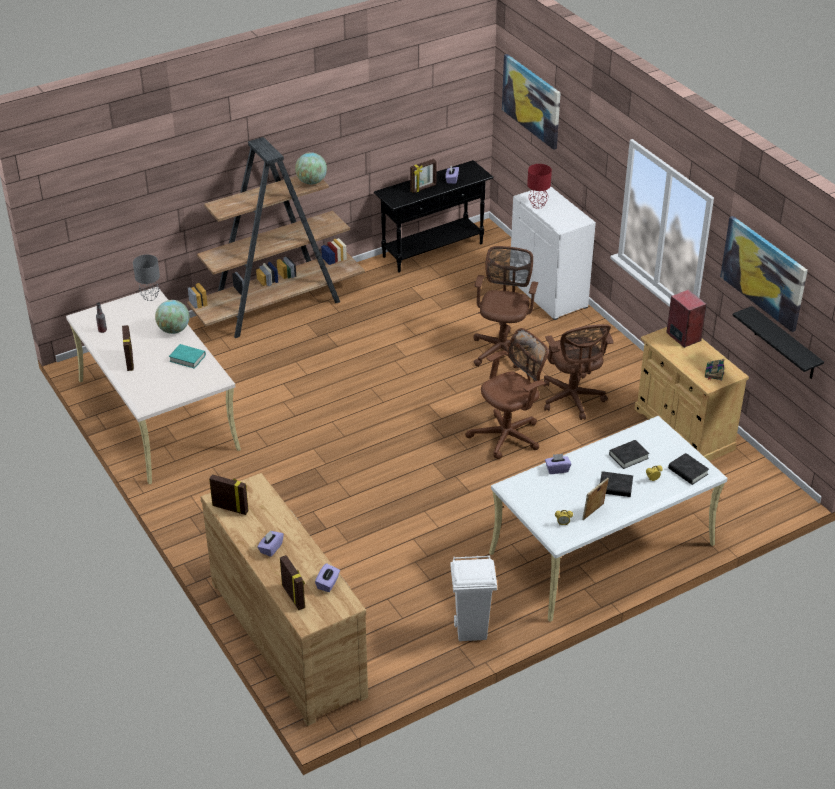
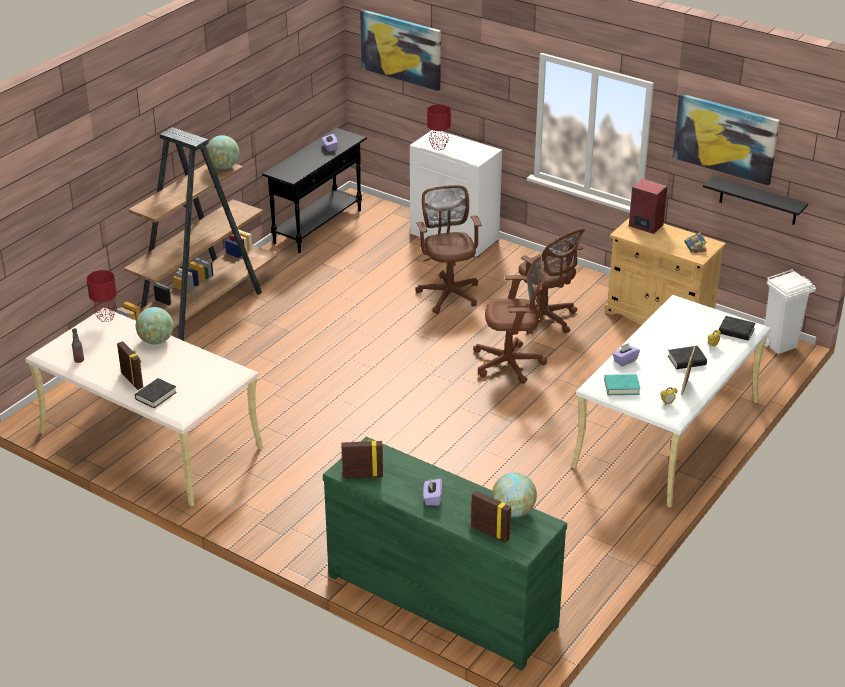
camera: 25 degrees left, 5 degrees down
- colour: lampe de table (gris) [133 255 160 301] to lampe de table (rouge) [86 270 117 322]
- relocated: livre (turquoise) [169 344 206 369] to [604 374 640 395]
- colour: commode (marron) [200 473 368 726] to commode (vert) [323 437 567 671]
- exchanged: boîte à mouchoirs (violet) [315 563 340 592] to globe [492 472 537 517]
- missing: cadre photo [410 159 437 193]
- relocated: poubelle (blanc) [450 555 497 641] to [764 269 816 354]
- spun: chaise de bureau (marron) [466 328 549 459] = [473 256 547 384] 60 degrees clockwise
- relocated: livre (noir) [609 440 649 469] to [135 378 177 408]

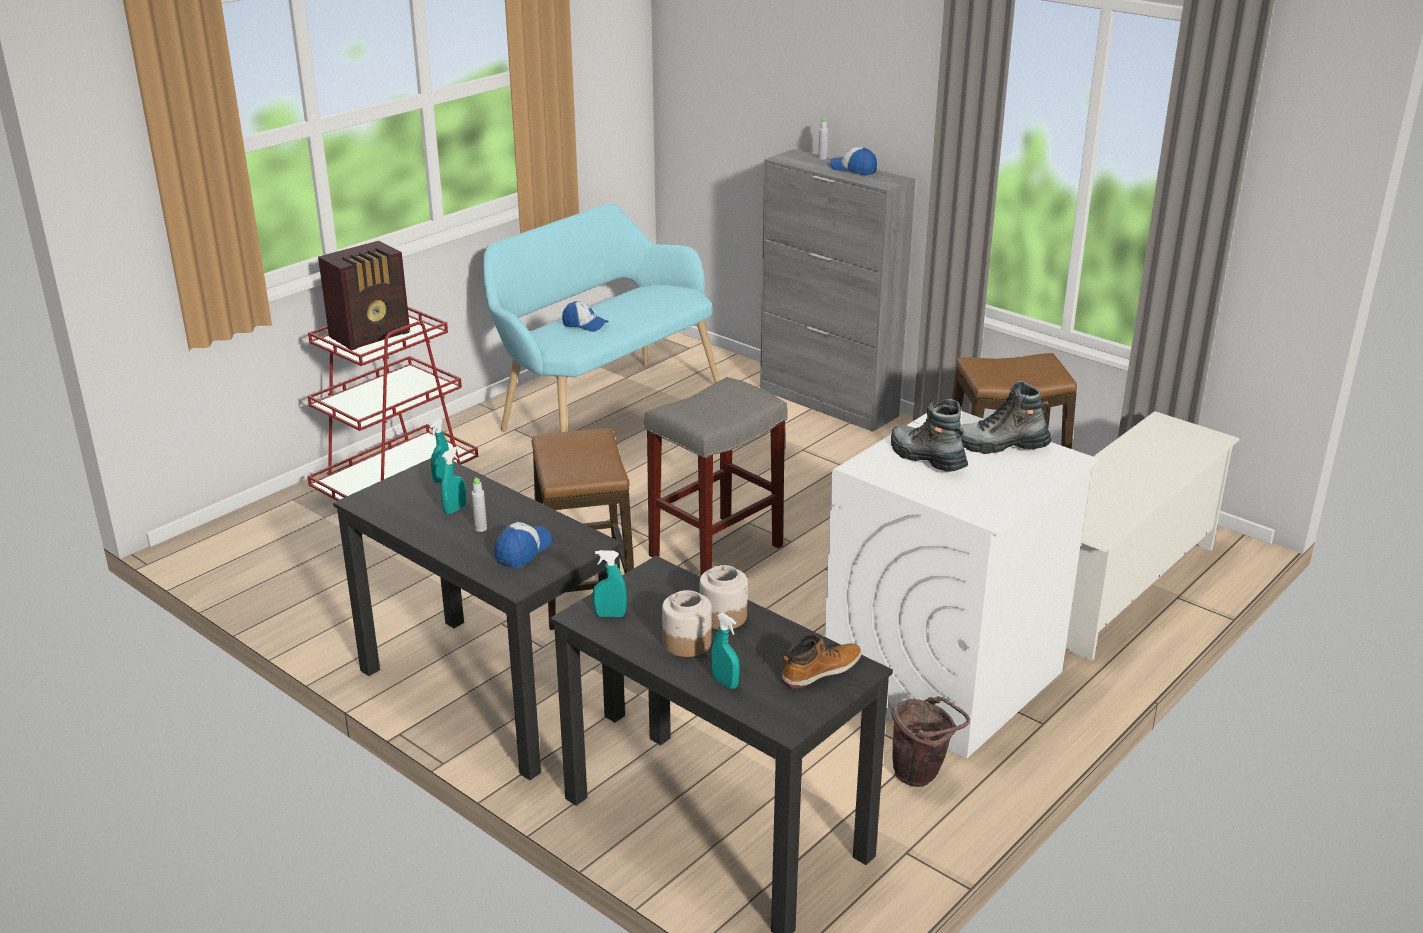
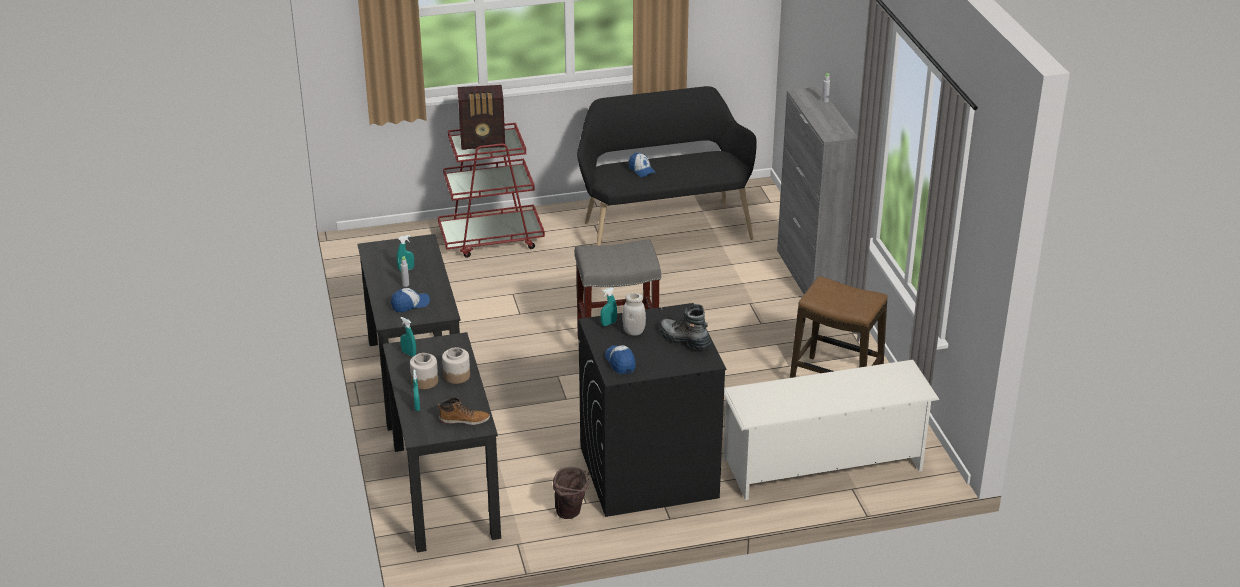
camera: 35 degrees right, 5 degrees up
- relocated: vaporisateur (turquoise) [430 419 449 483] to [600 287 617 326]
- colour: banc (turquoise) [483 204 719 432] to banc (noir) [577 86 757 246]
- missing: tabouret [532 428 634 630]
- colour: lave-linge (blanc) [825 411 1099 759] to lave-linge (noir) [578 303 726 517]
- relocated: casquette [830 147 877 175] to [605 345 636 374]
- exchanged: botte [891 399 968 472] to bocal (blanc) [622 293 646 336]

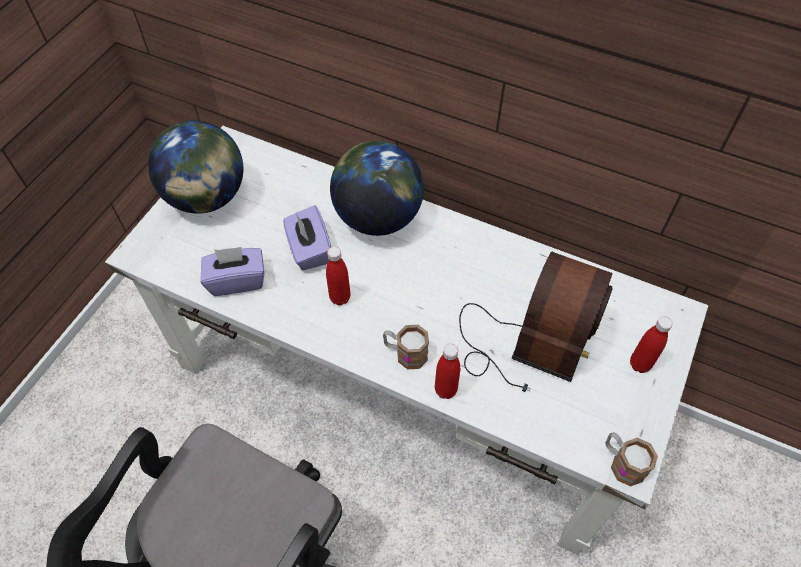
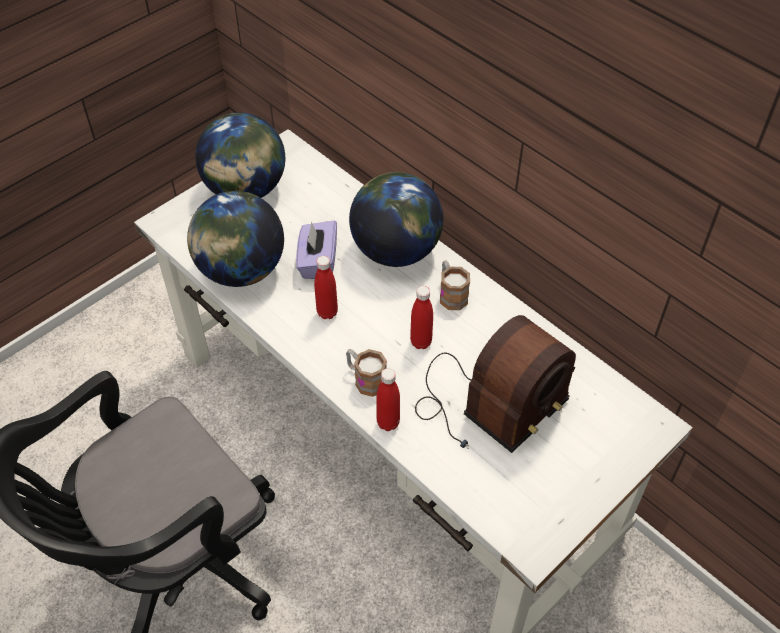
camera: 20 degrees right, 5 degrees down
- exchanged: boîte à mouchoirs (violet) [201 247 264 296] to globe [187 191 284 287]
- relocated: mug [605 432 658 486] to [440 261 470 310]
- relocated: bouteille (rouge) [630 316 673 373] to [410 286 433 349]

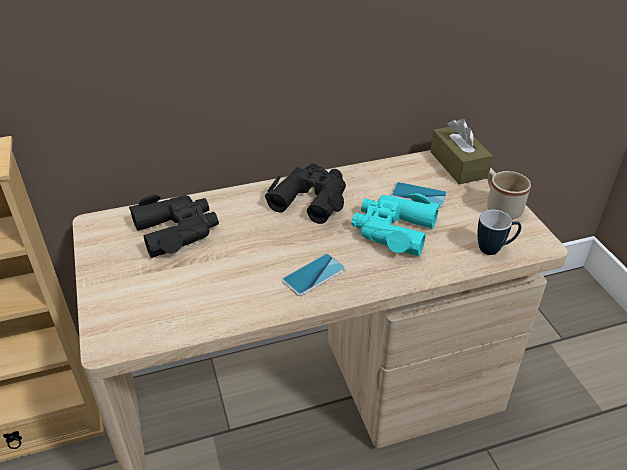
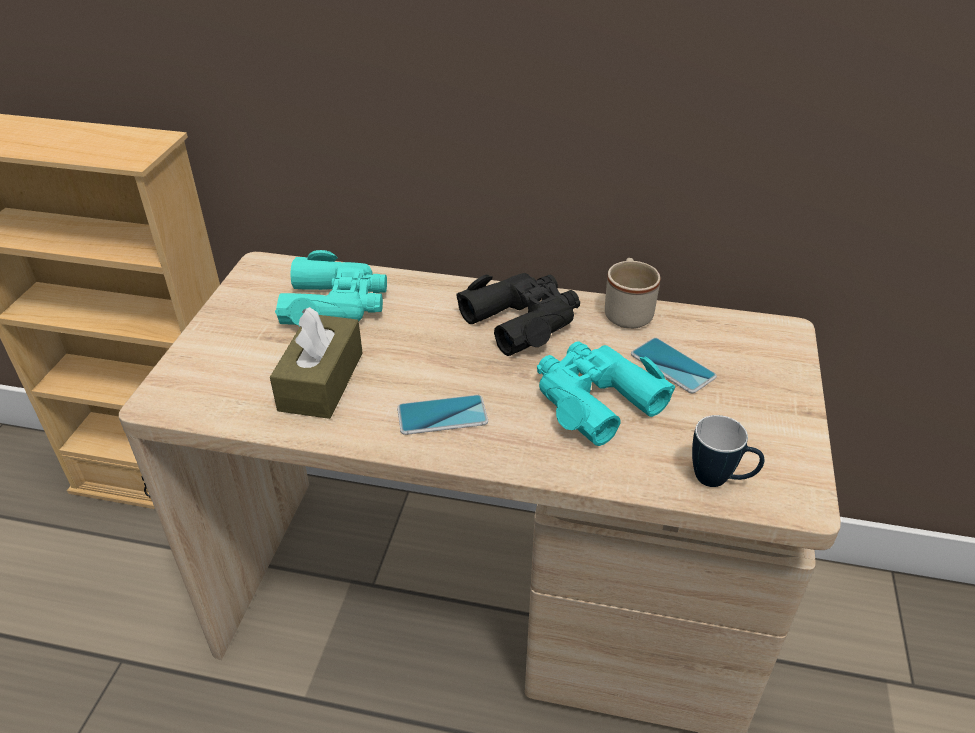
camera: 30 degrees right, 0 degrees up
- colour: jumelles (noir) [129 195 219 258] to jumelles (turquoise) [275 250 387 326]
- relocated: boîte à mouchoirs (marron) [430 118 493 184] to [270 307 363 419]
- relocated: mug (beige) [487 170 531 220] to [605 258 660 329]

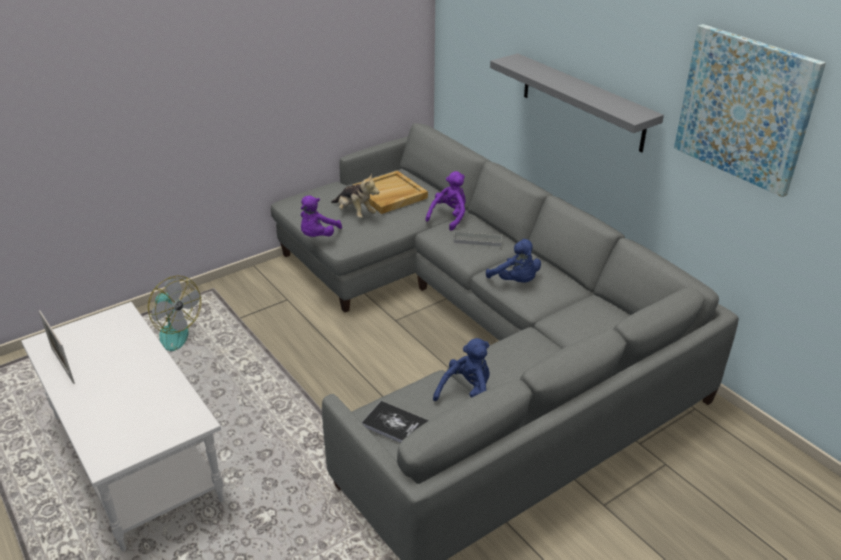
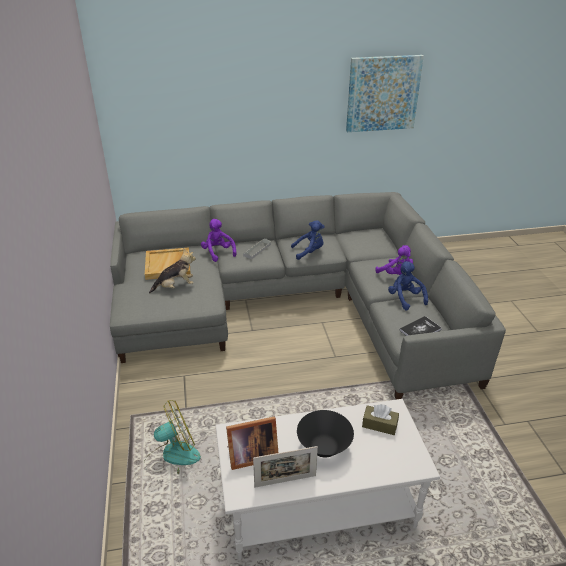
camera: 65 degrees left, 0 degrees up
- relocated: peluche (violet) [301 195 342 237] to [375 245 413 275]
- missing: étagère (gris) [490 53 664 152]
- appeared: cadre photo [226 416 278 470]
- appeared: bol (noir) [297 410 354 457]
- appeared: boîte à mouchoirs (marron) [362 404 399 435]

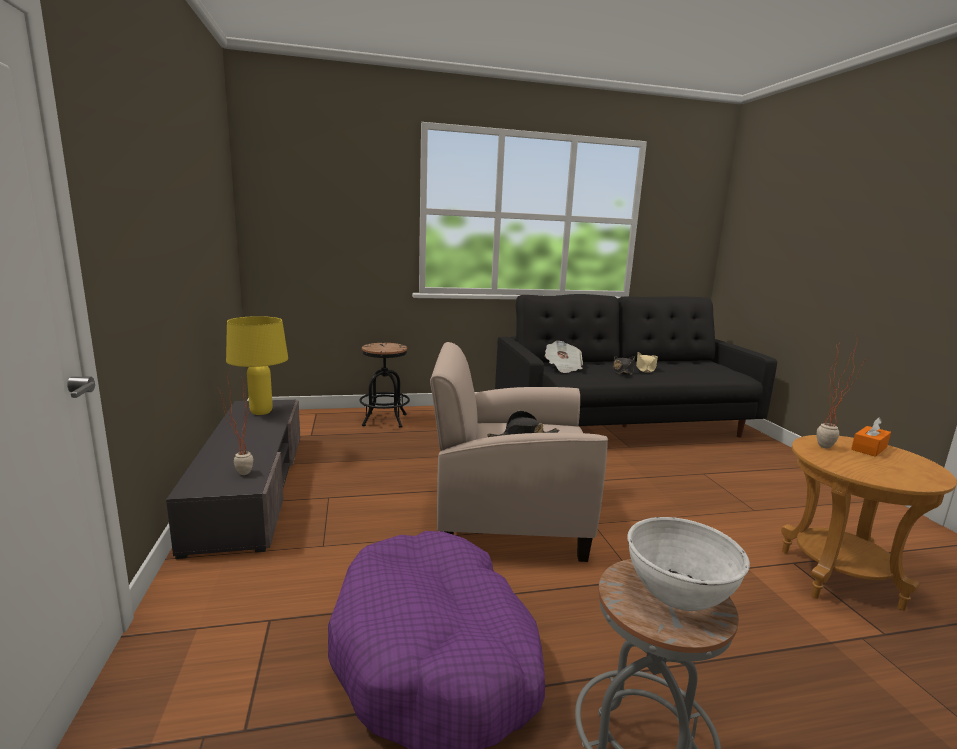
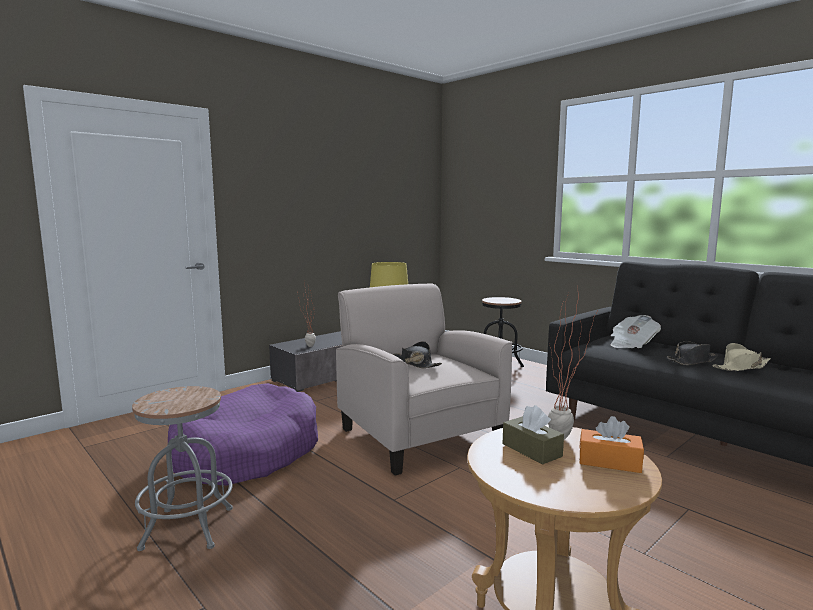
camera: 60 degrees right, 5 degrees down
- missing: bol (blanc) [627 517 750 611]
- appeared: boîte à mouchoirs (marron) [503 405 564 464]

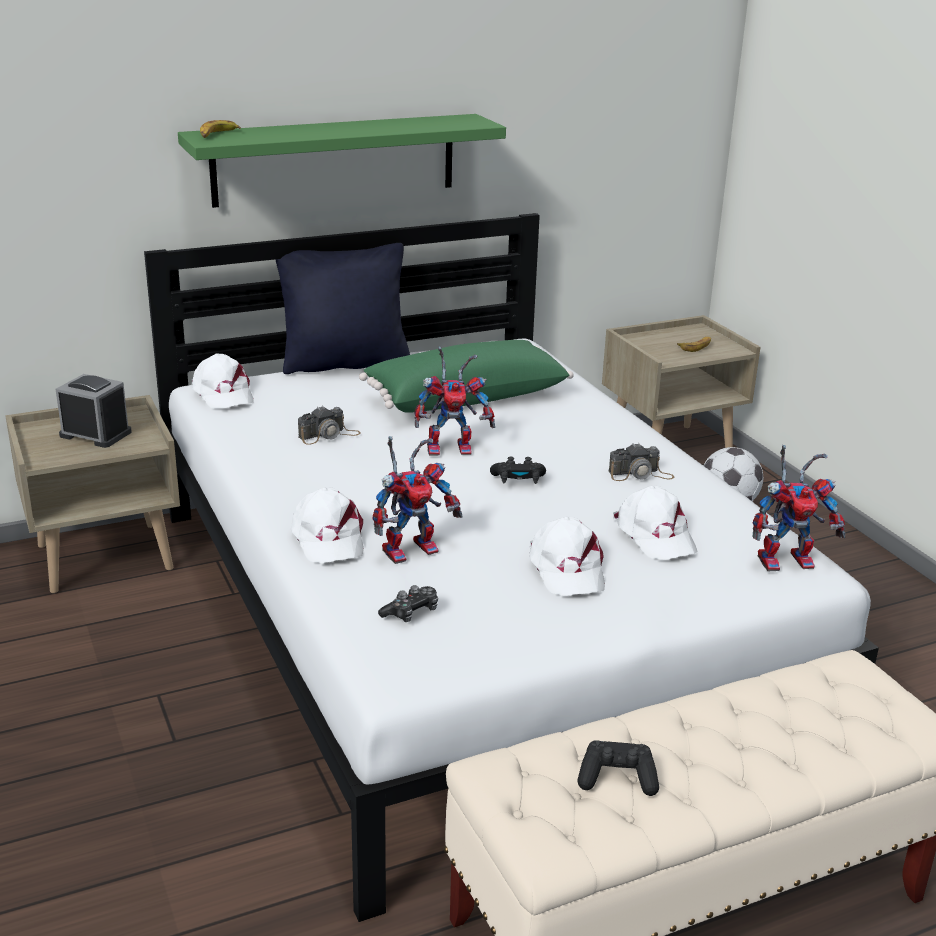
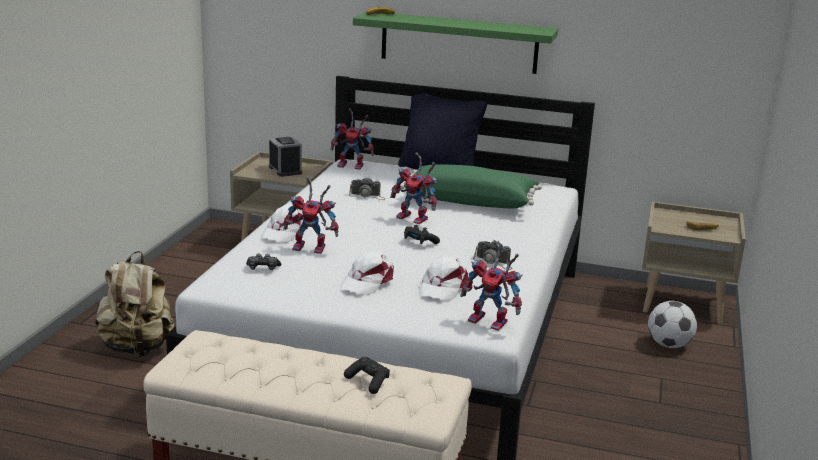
camera: 40 degrees right, 5 degrees down
- exchanged: casquette (blanc) [191 354 254 409] to robot jouet [330 108 374 170]
- relocated: manette (noir) [577 740 659 796] to [344 357 390 394]
- appeared: sac à dos (beige) [95 251 174 357]

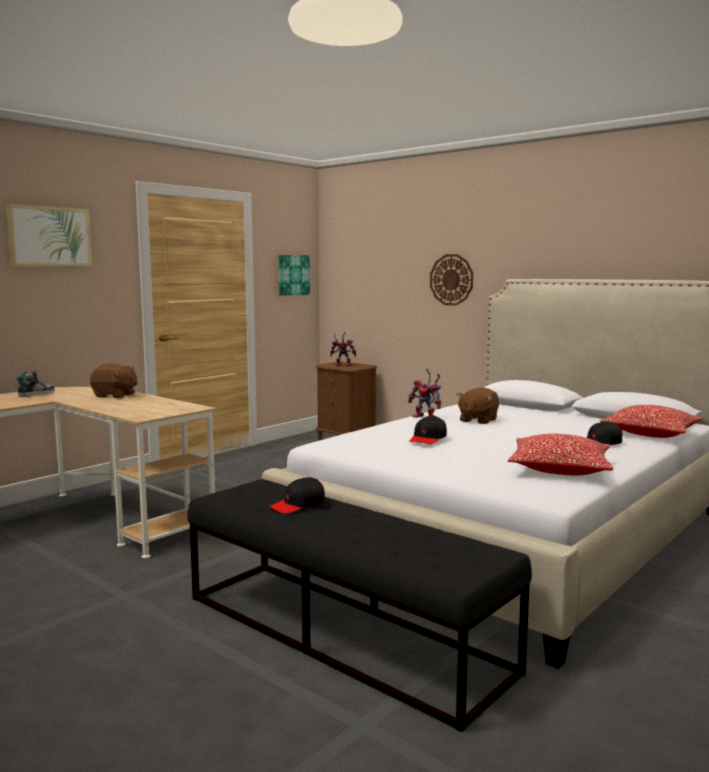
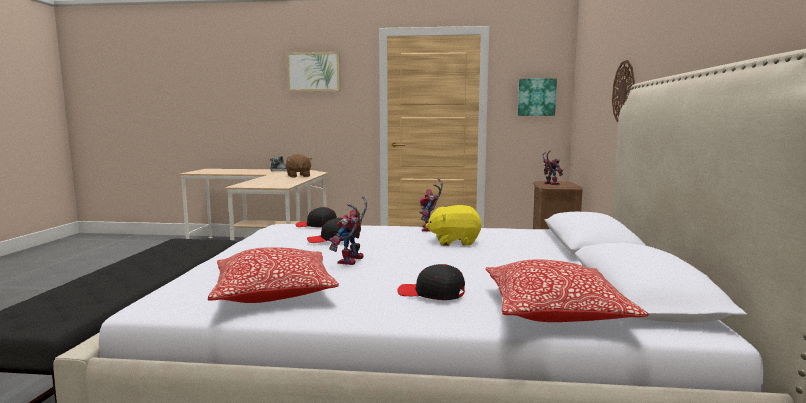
camera: 55 degrees right, 0 degrees up
- relocated: casquette (noir) [269 477 325 514] to [296 207 337 228]
- colour: peluche (marron) [457 387 499 424] to peluche (jaune) [425 205 482 246]
- appeared: robot jouet [329 196 367 265]

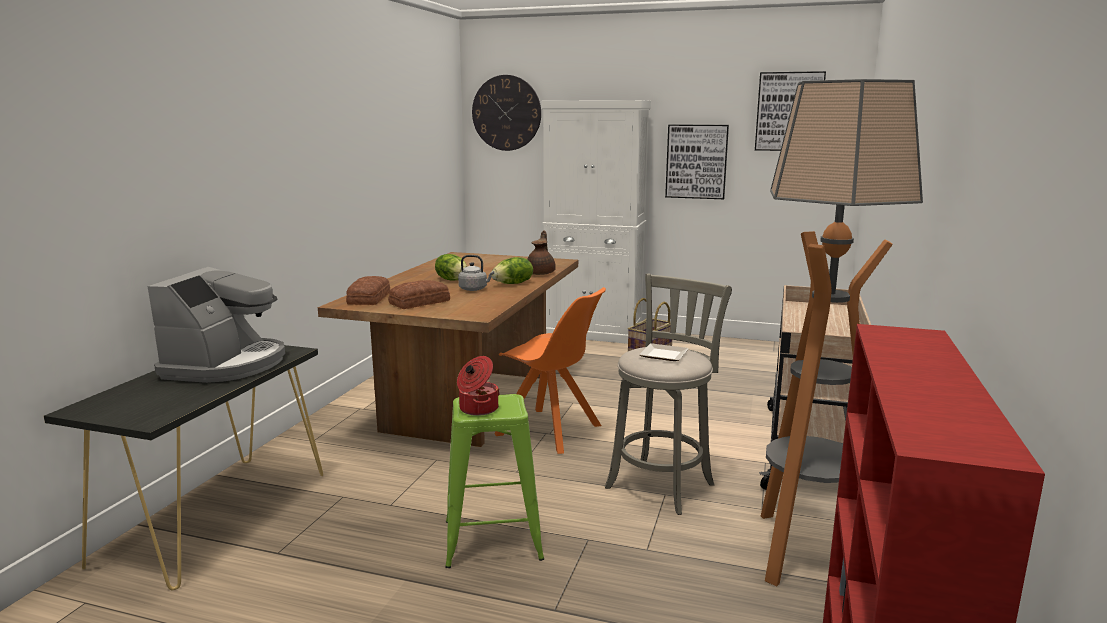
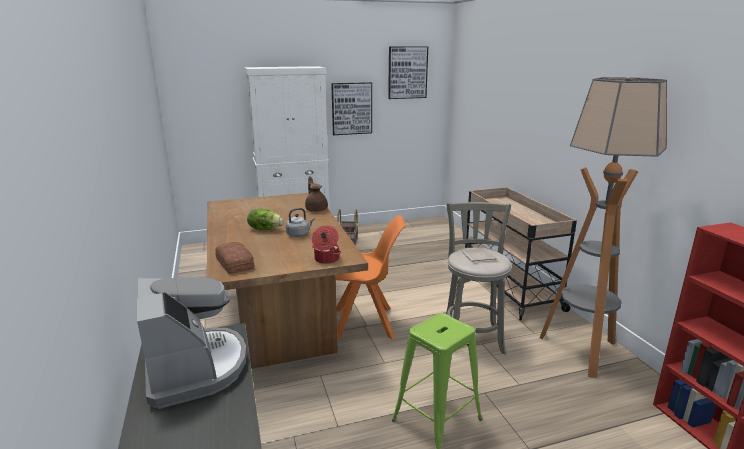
camera: 35 degrees left, 5 degrees up
- missing: pain [388 280 450 309]
- relocated: marmite [457 356 500 416] to [312 225 341 264]
- missing: horloge murale [472 75 541 151]
- missing: laitue [491 257 533 284]

